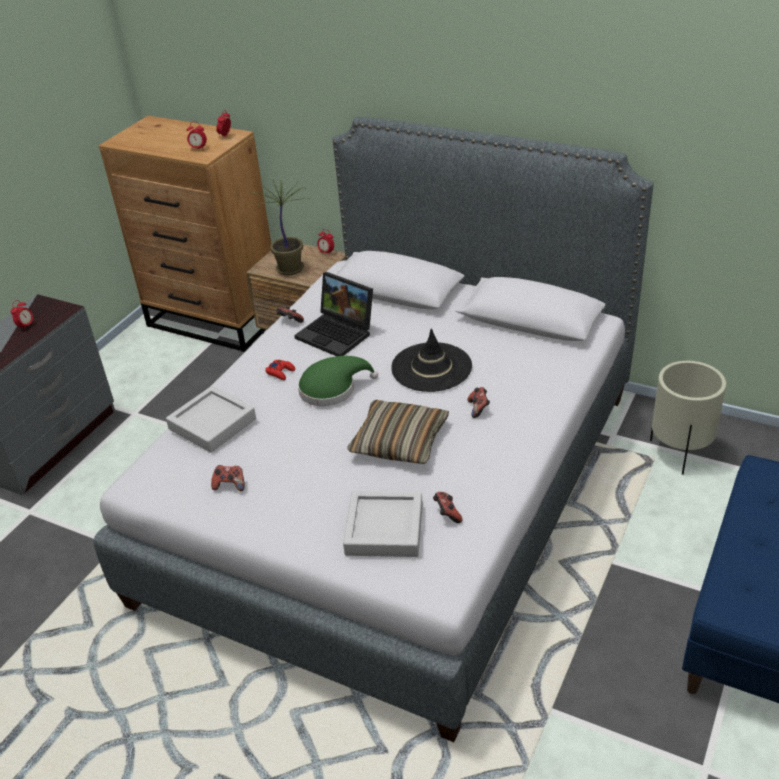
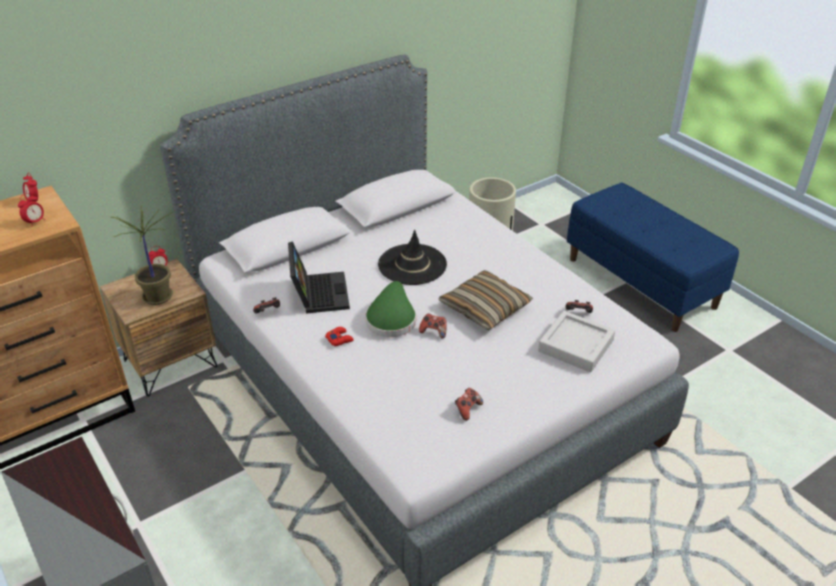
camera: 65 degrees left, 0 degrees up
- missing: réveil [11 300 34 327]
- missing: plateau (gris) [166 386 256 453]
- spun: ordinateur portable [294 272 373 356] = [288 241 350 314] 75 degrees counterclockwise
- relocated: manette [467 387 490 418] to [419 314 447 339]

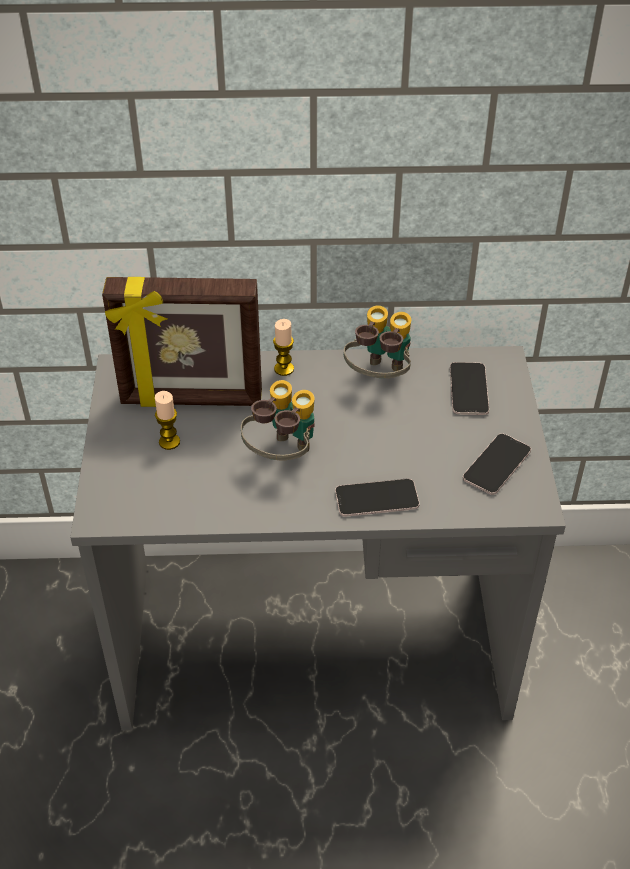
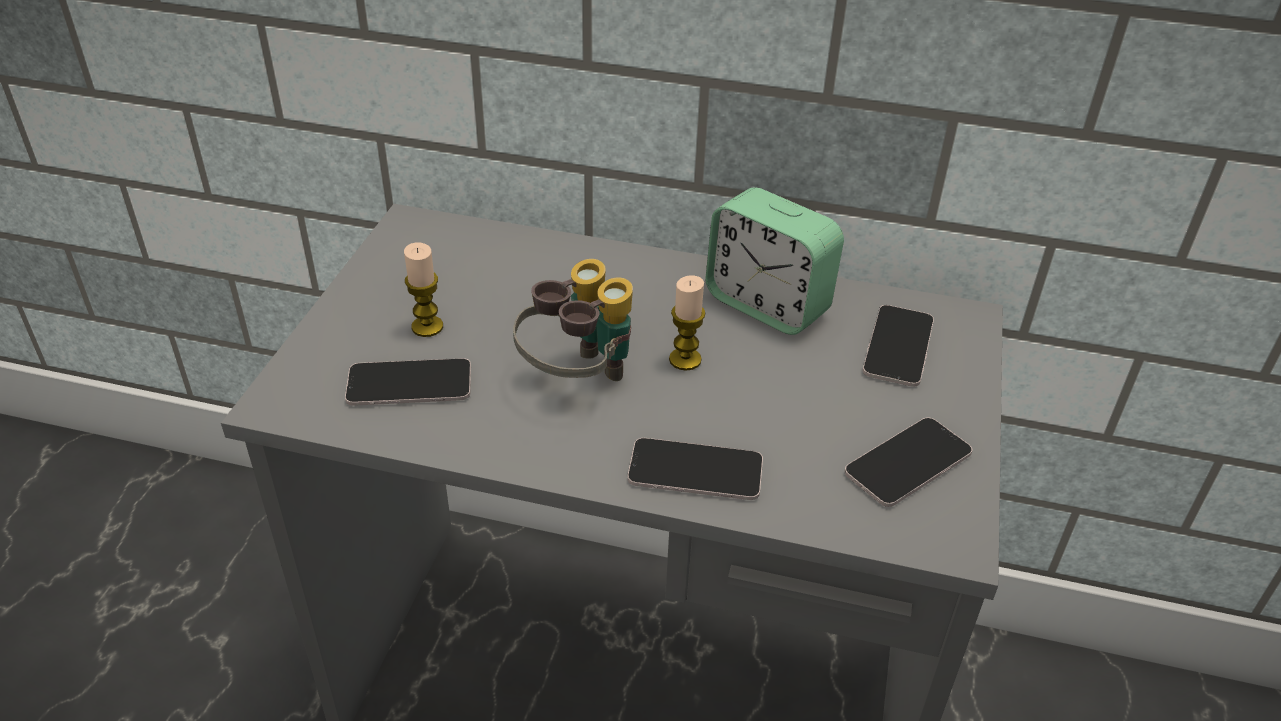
camera: 15 degrees right, 5 degrees down
- missing: cadre photo [102 277 262 407]
- relocated: bougie [273 319 294 376] to [669 275 705 371]
- exchanged: jumelles [344 305 411 378] to réveil [706 187 844 335]
- appeared: téléphone [345 358 471 406]

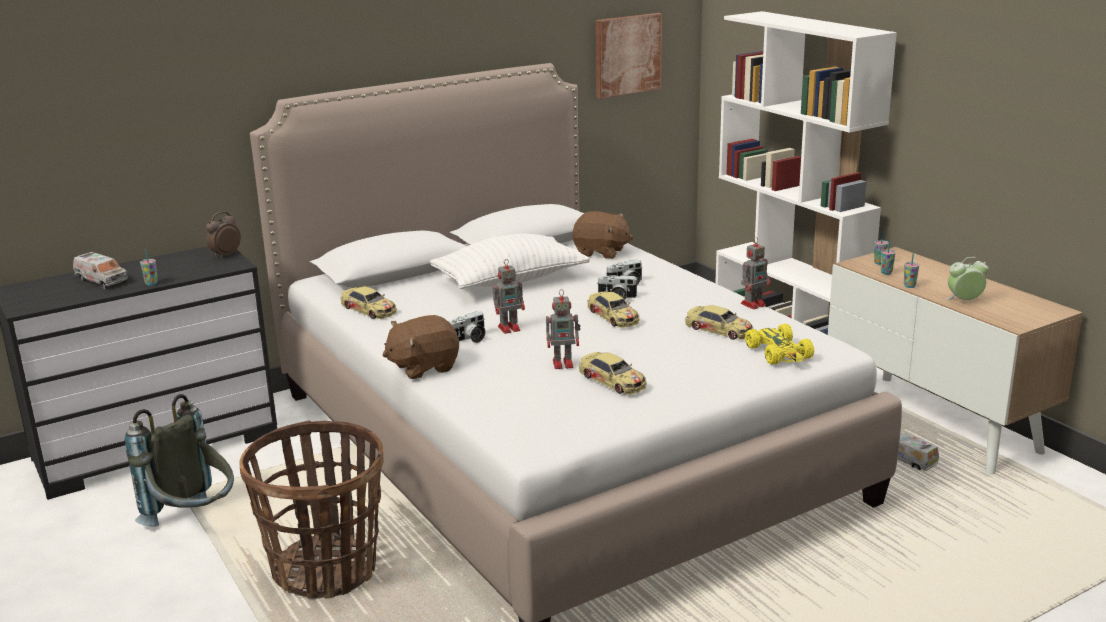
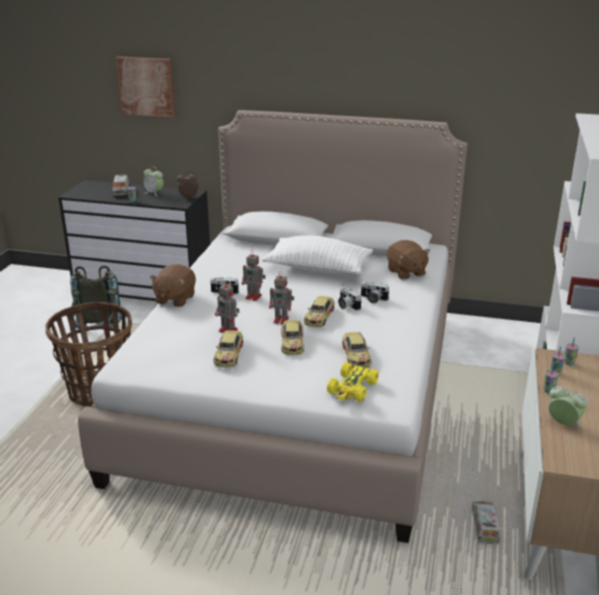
camera: 45 degrees right, 5 degrees up
- relocated: petite voiture [341 286 397 319] to [281 320 304 355]
- spun: peluche (marron) [383 315 459 379] = [149 264 196 307] 90 degrees counterclockwise
- relocated: tableau [596 13 662 98] to [115 56 175 118]
- relocated: robot jouet [741 237 771 309] to [269 272 294 324]
- appeared: réveil [143 166 163 197]

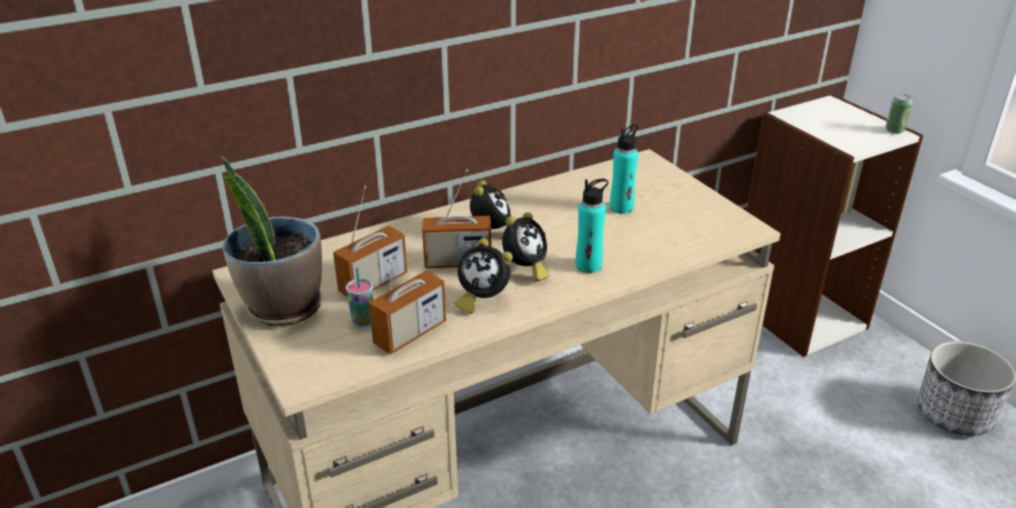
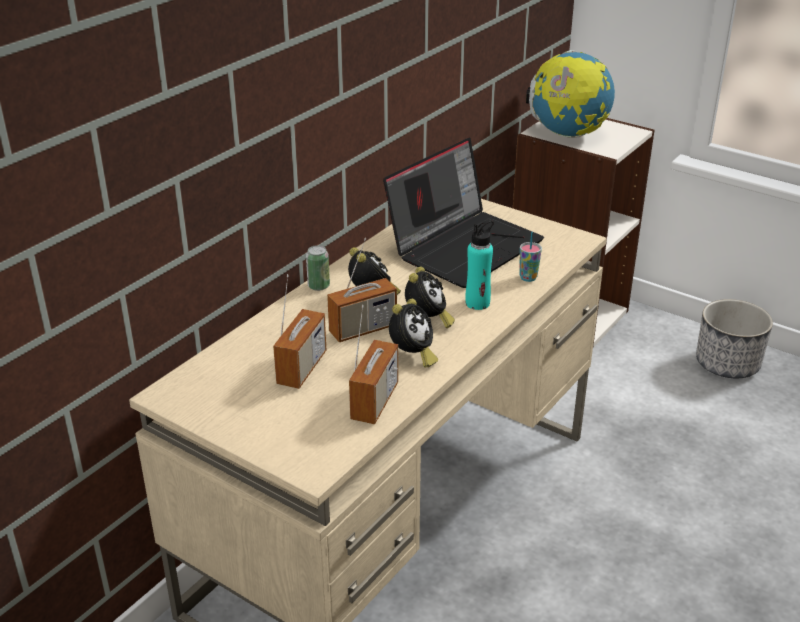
camera: 25 degrees left, 0 degrees up
- missing: plante en pot [221 157 322 327]
- relocated: tasse [346 268 373 326] to [520 231 542 282]
- spun: réveil [455 238 513 314] = [389 299 438 368] 60 degrees counterclockwise
- exchanged: bouteille (turquoise) [610 124 638 214] to ordinateur portable [383 137 544 288]
- relocated: boîte métallique [885 94 912 134] to [306 245 330 291]
- appeared: globe [526 50 615 138]

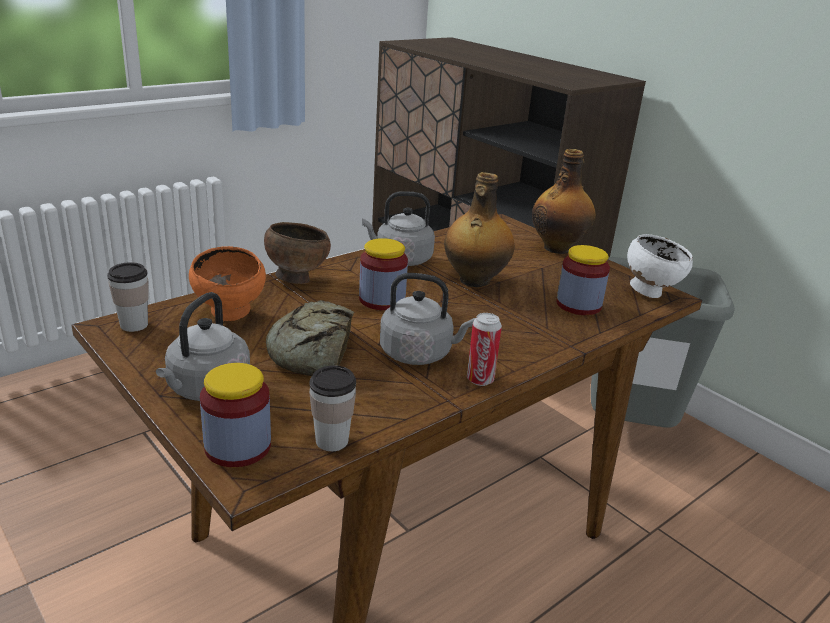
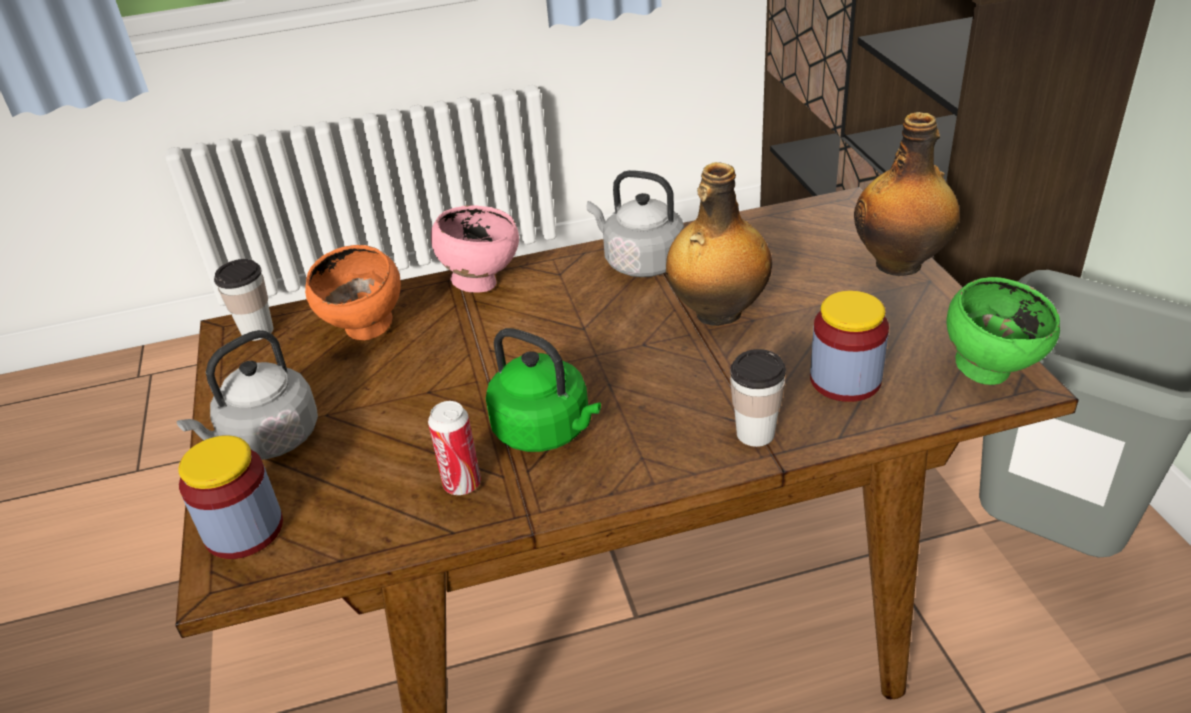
camera: 30 degrees right, 10 degrees up
- colour: bol (marron) [264 222 331 284] to bol (rose) [431 205 519 293]
- missing: pain [266 300 354 376]
- relocated: tasse [309 365 356 451] to [730 349 786 447]
- missing: bocal [359 238 408 310]
- colour: bouilloire (gris) [380 273 476 365] to bouilloire (vert) [486 328 601 452]
- relocated: boîte métallique [467 313 502 386] to [428 401 481 495]
- colour: bol (blanc) [627 234 693 298] to bol (vert) [947 277 1060 385]

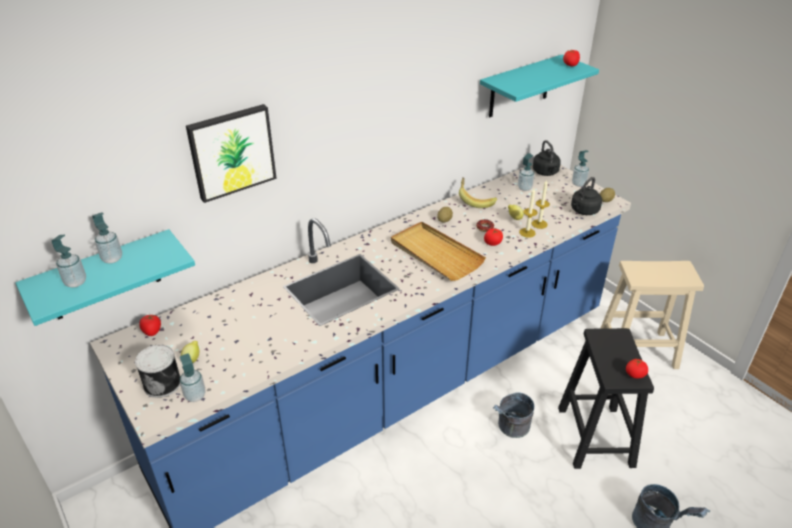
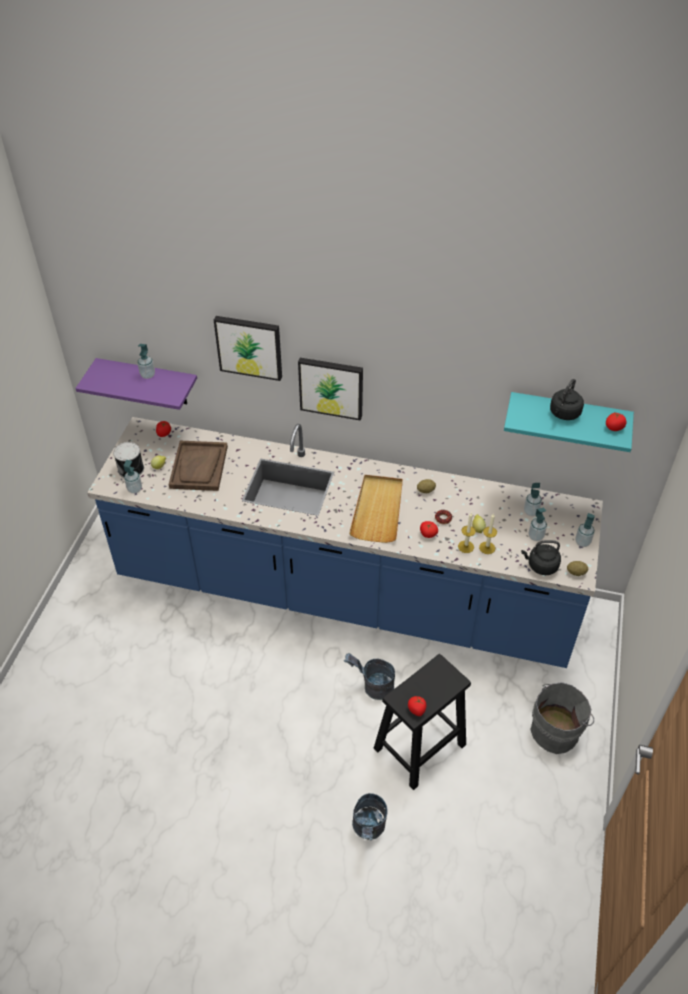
camera: 50 degrees right, 10 degrees up
- colour: étagère (turquoise) [15 229 195 326] to étagère (violet) [75 358 197 410]
- relocated: distributeur de savon [52 235 86 287] to [529 507 547 541]
- missing: banane [459 177 497 208]
- relocated: bouilloire (noir) [533 140 561 176] to [550 379 584 420]
- exchanged: tabouret (beige) [600 261 704 369] to seau (gris) [530 682 594 754]
- appeared: plateau (marron) [169 441 228 491]
- appeared: tableau [298 358 363 421]

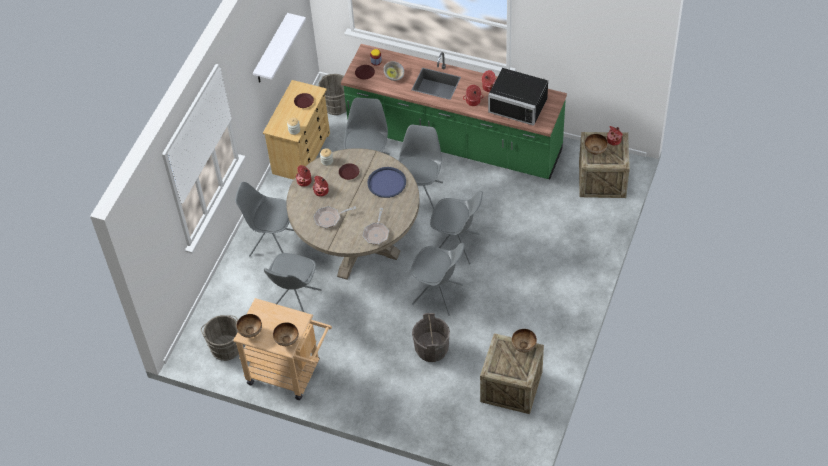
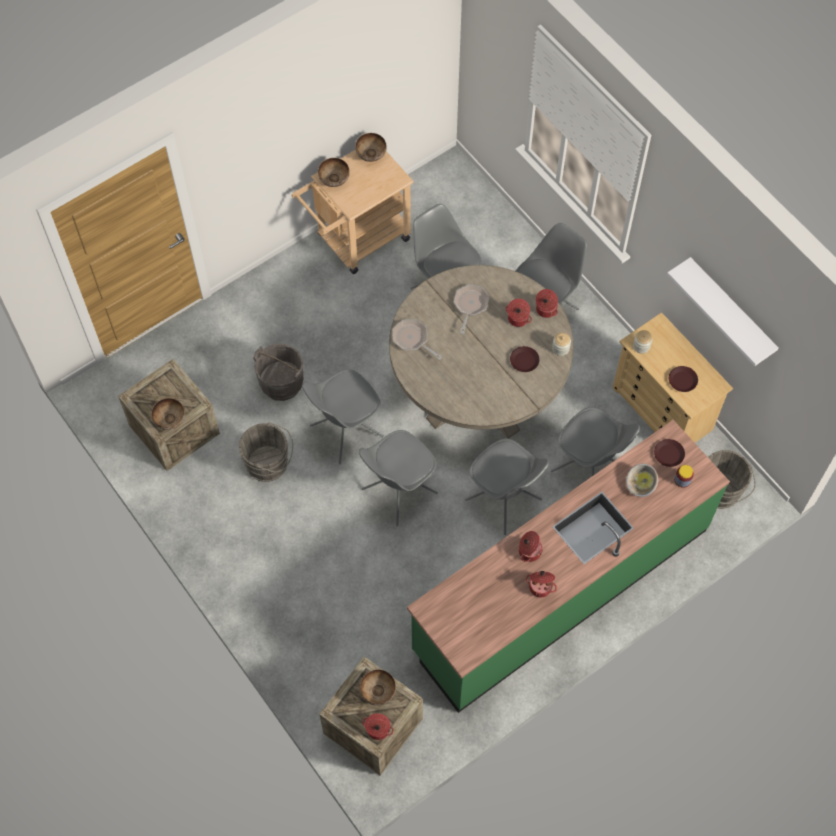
camera: 120 degrees right, 10 degrees up
- relocated: seau (gris) [201 315 239 361] to [239 422 293 482]
- missing: plateau (bleu) [367 167 406 198]
- missing: micro-ondes (noir) [488 68 548 126]

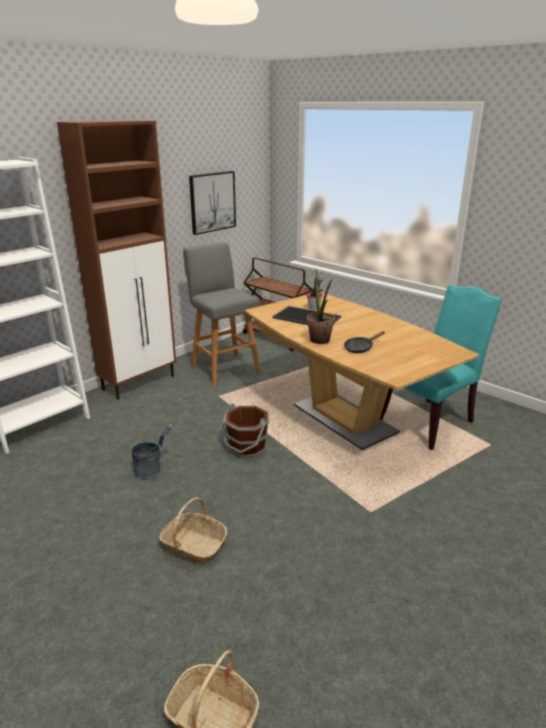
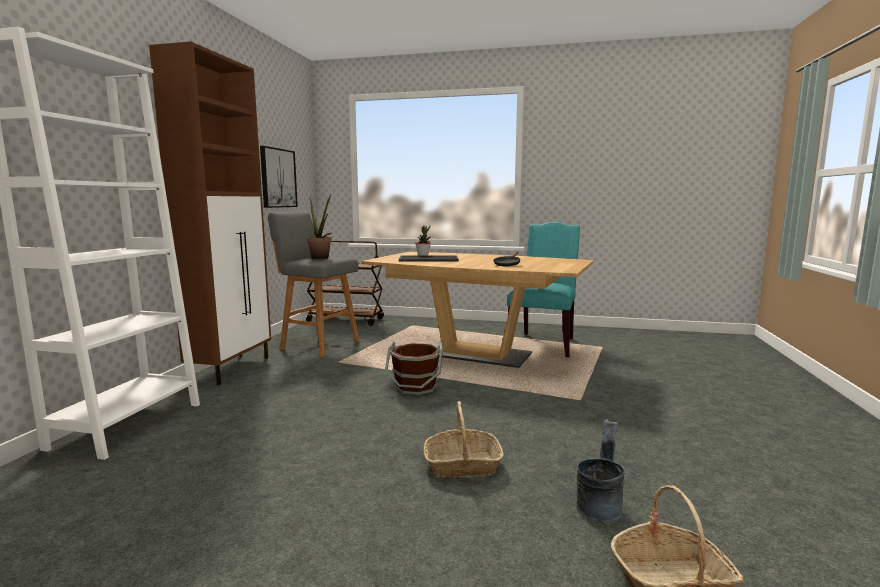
camera: 30 degrees left, 15 degrees down
- relocated: seau (gris) [131 423 173 478] to [576 419 625 523]
- relocated: plante en pot [307 268 335 344] to [307 195 333 259]

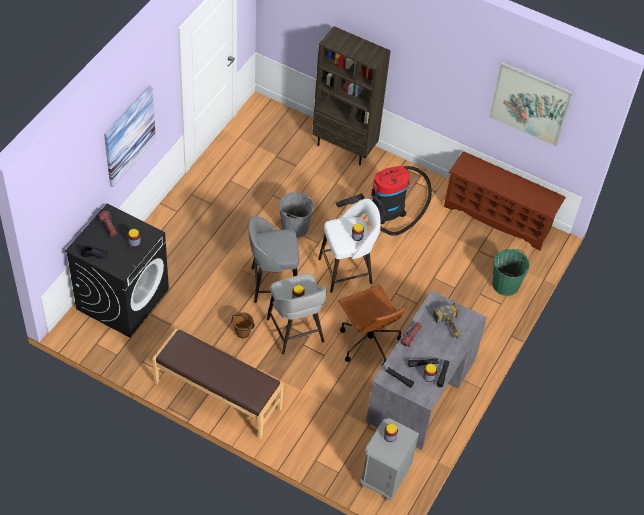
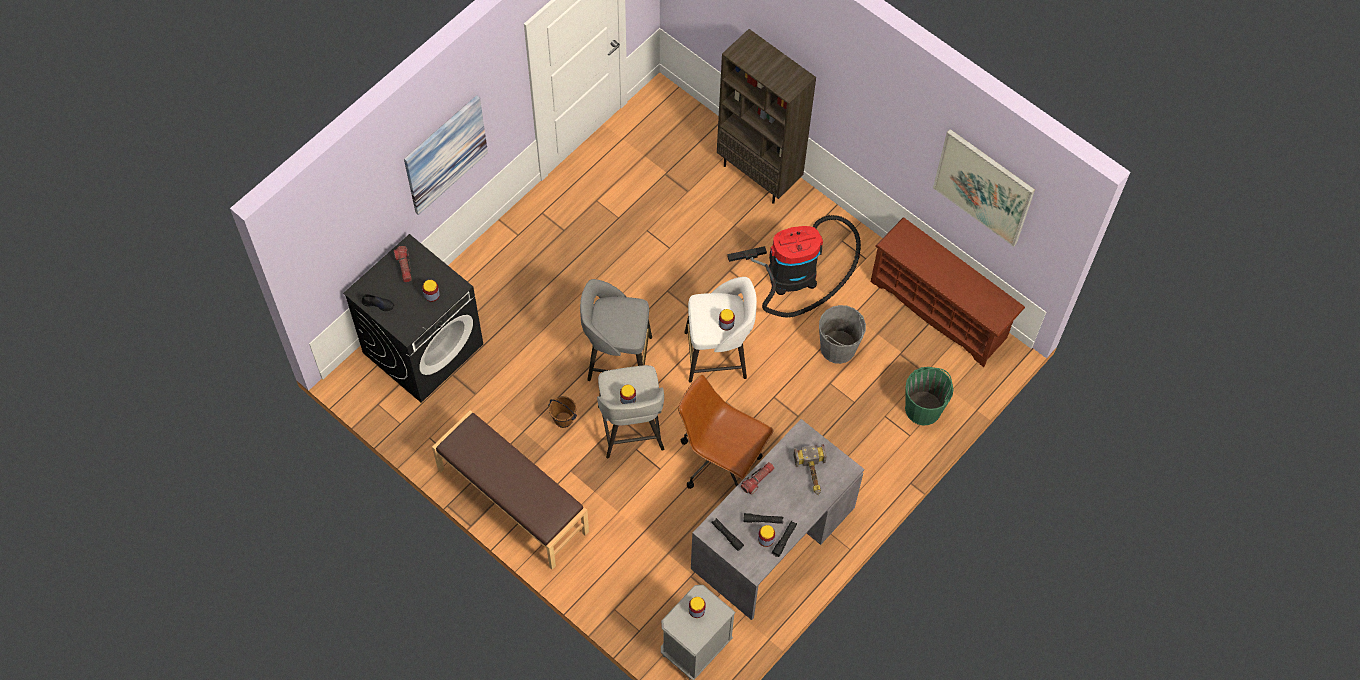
camera: 15 degrees right, 10 degrees up
- relocated: seau (gris) [279 192 314 238] to [819 305 866 364]
- spun: chaise de bureau (marron) [338 285 407 366] = [678 375 774 489] 135 degrees clockwise

